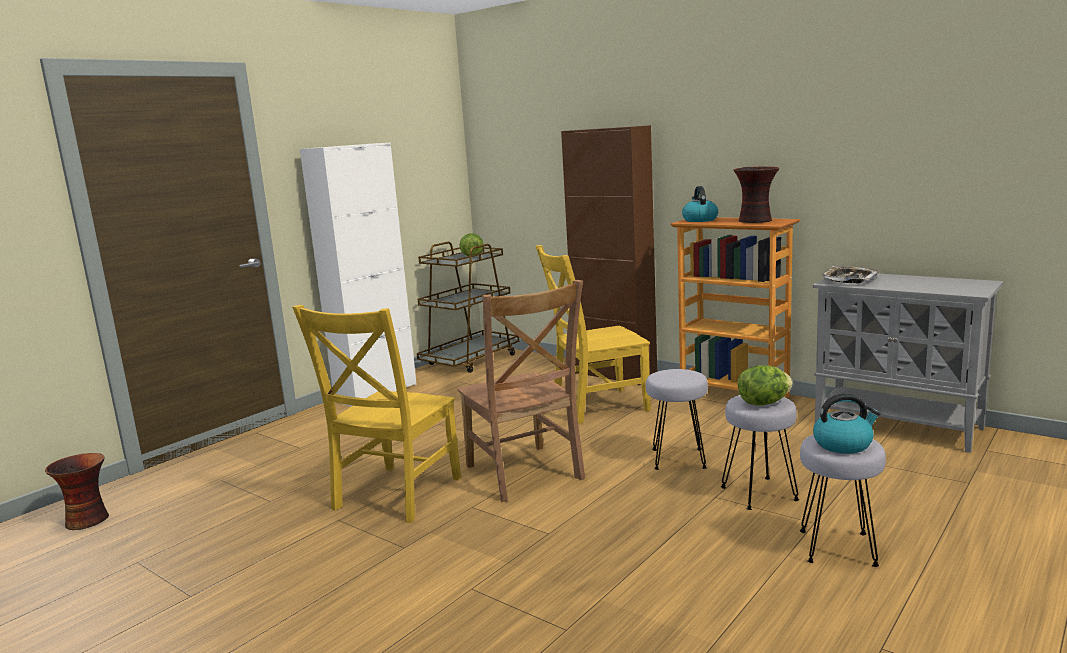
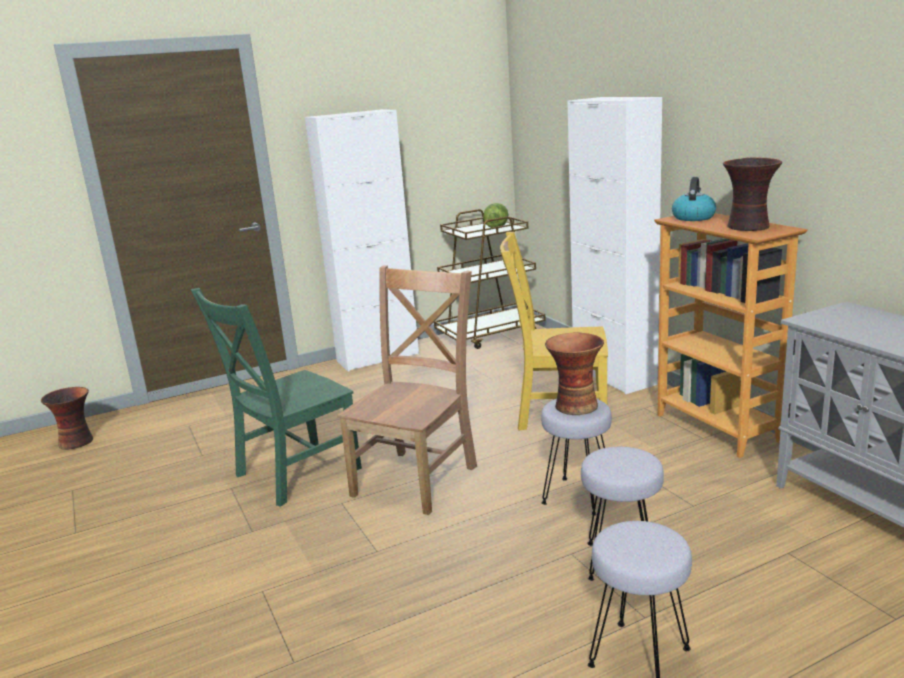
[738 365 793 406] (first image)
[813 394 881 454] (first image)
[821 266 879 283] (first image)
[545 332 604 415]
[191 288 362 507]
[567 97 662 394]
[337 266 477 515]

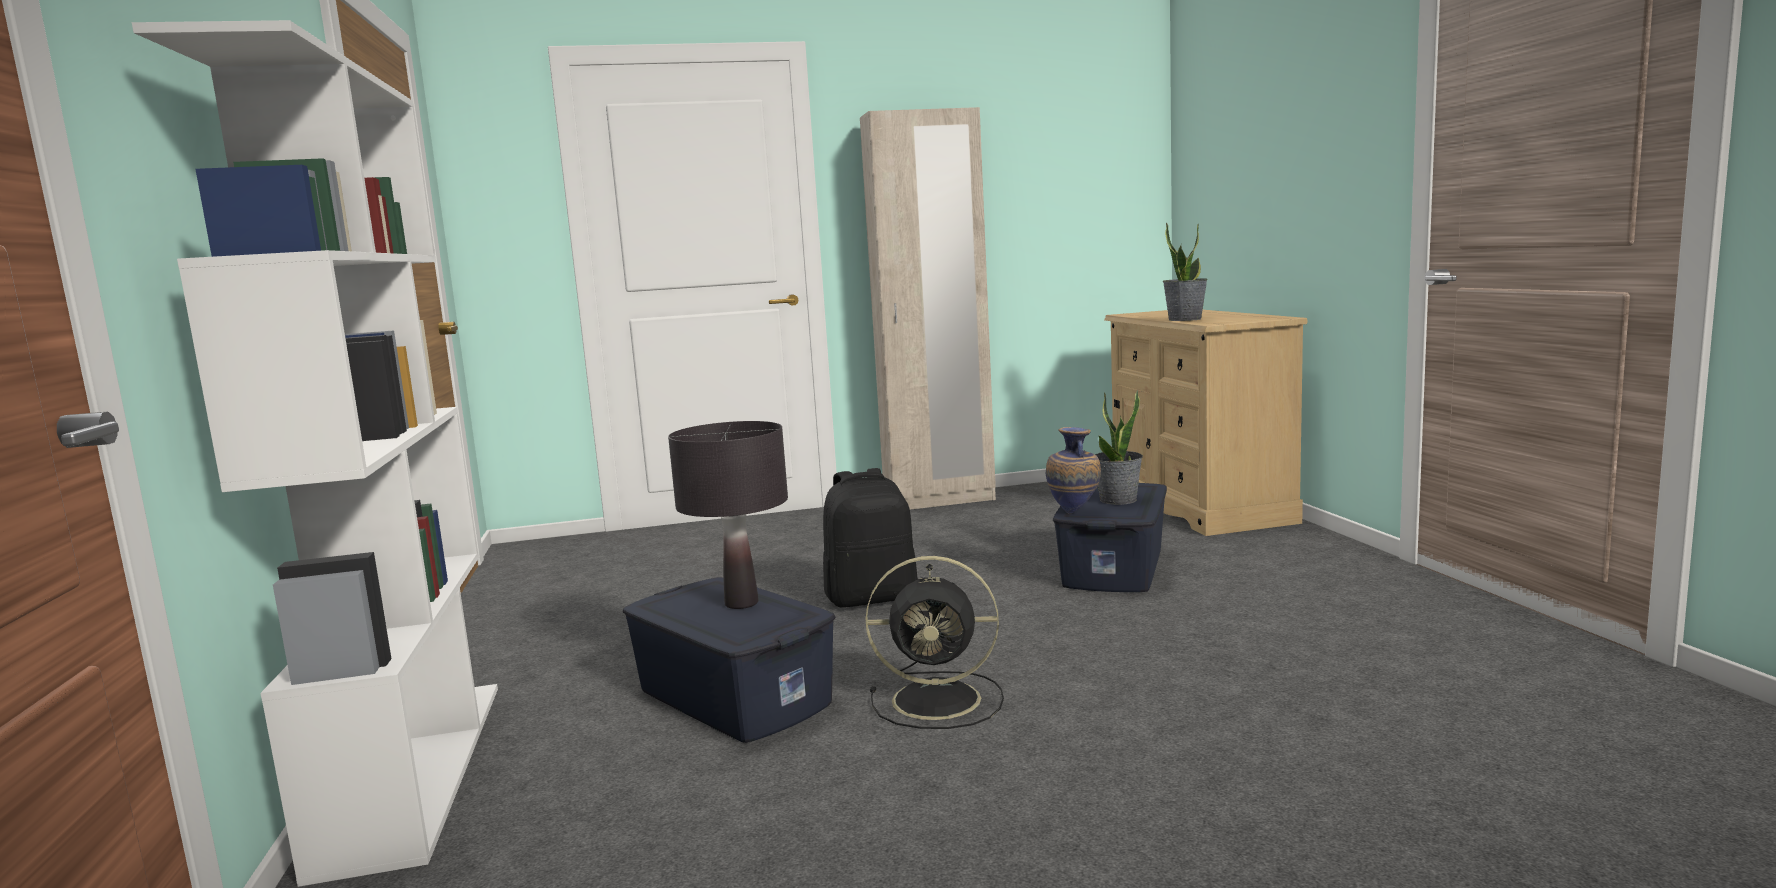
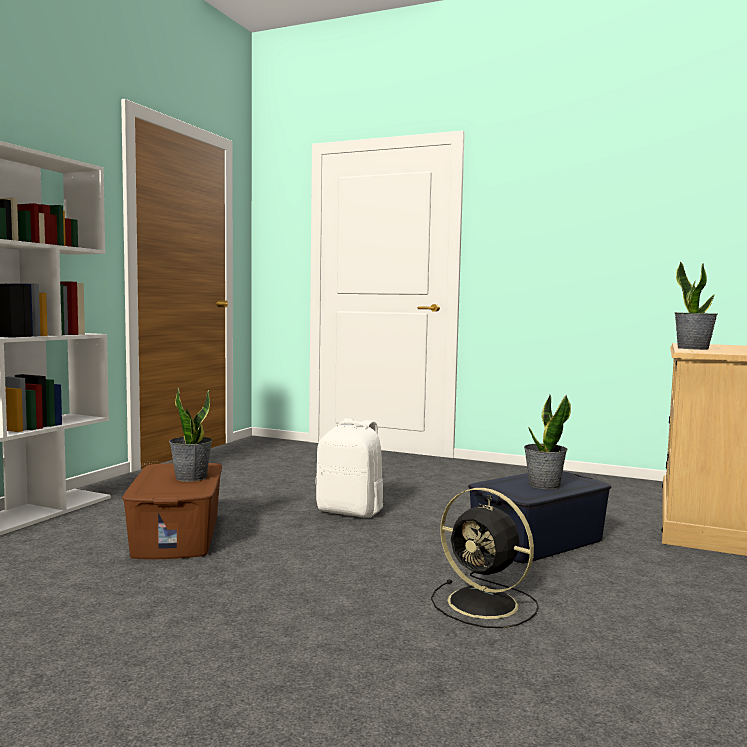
[860 107 996 510] (first image)
[1046 427 1101 513] (first image)
[431 488 539 628]
[169 388 212 482]
[122 463 222 559]
[315 418 383 518]

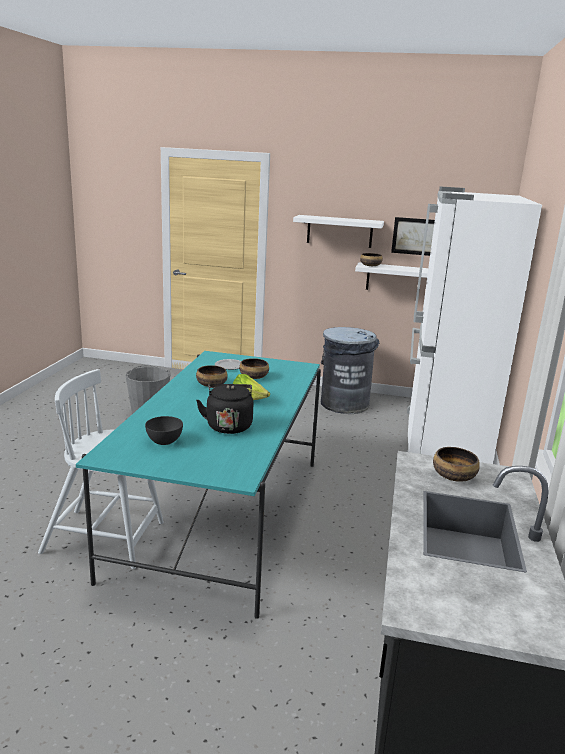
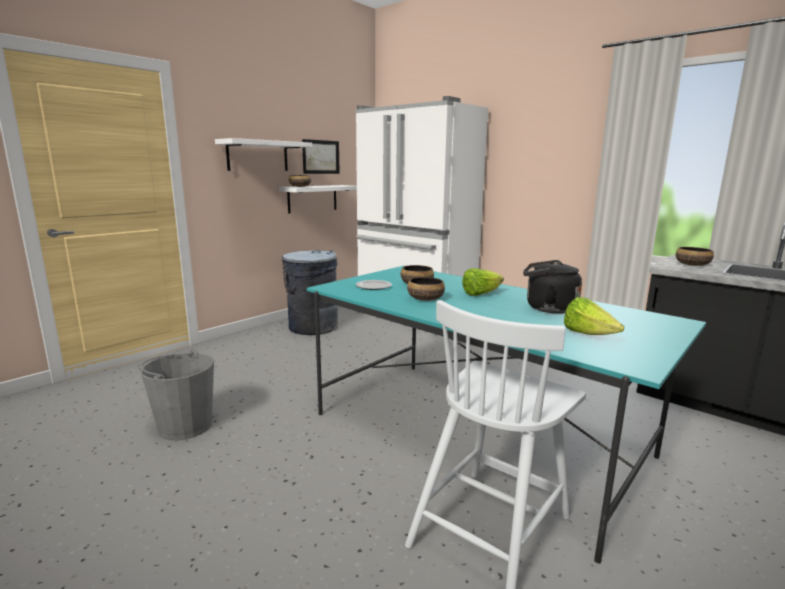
[564 297 624 335]

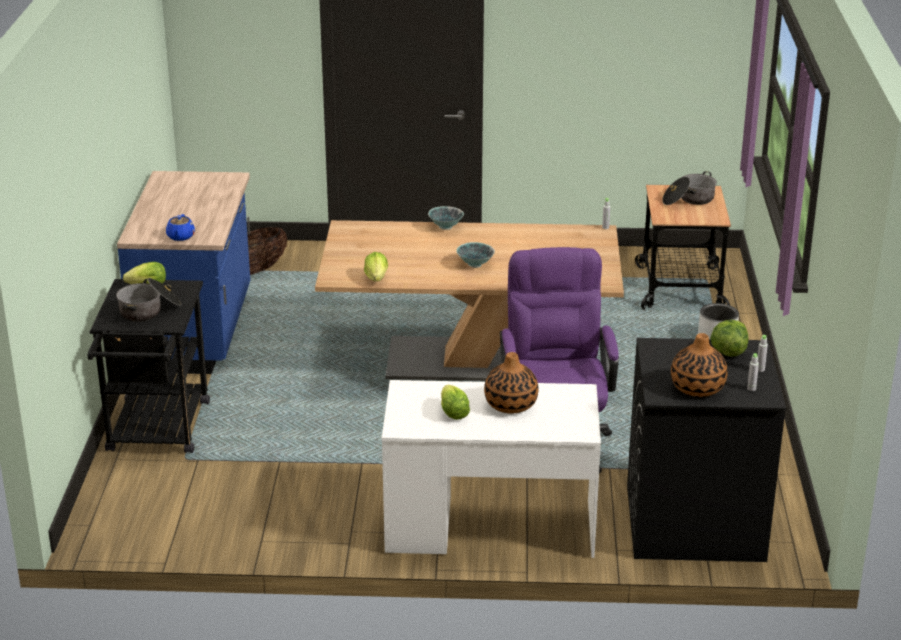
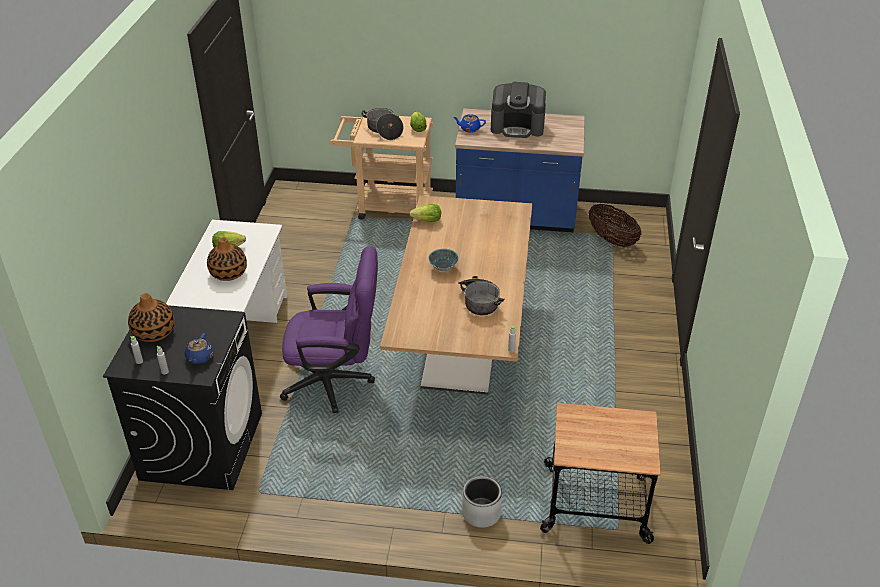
[428 206 464 230] (first image)
[491 82 546 138]
[458 276 504 315]
[185 333 214 364]
[330 114 433 220]

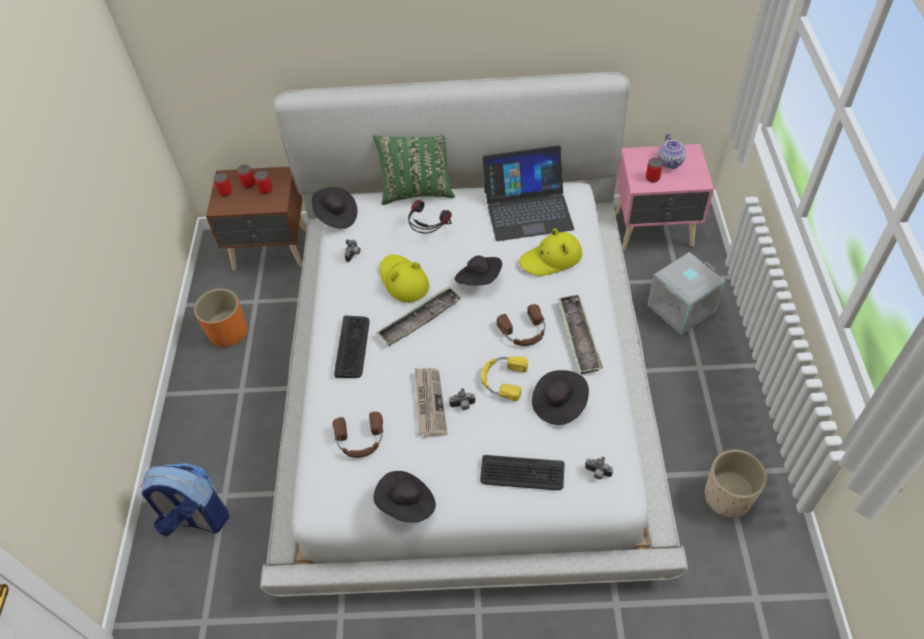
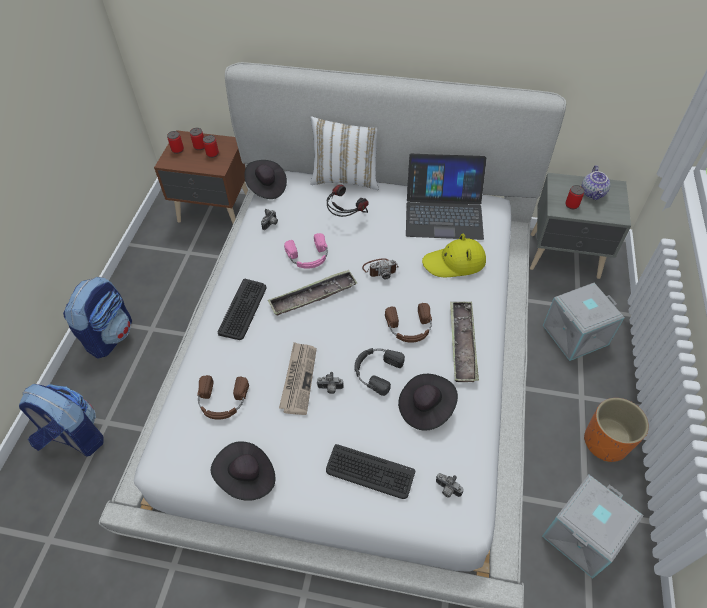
[63 277 132 358]
[584 398 649 462]
[284 233 328 269]
[362 258 399 280]
[542 474 644 579]
[310 116 379 190]
[355 348 405 396]
[530 173 631 279]

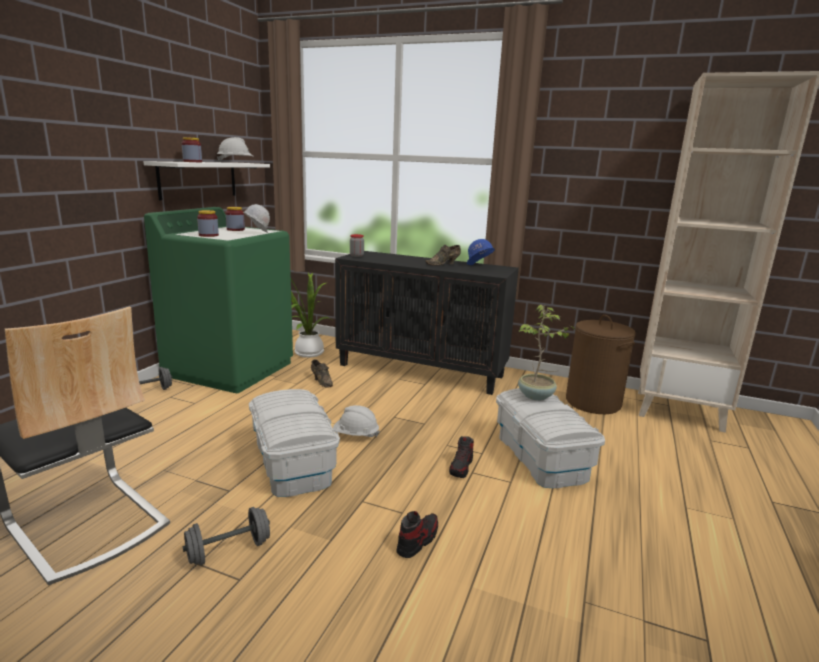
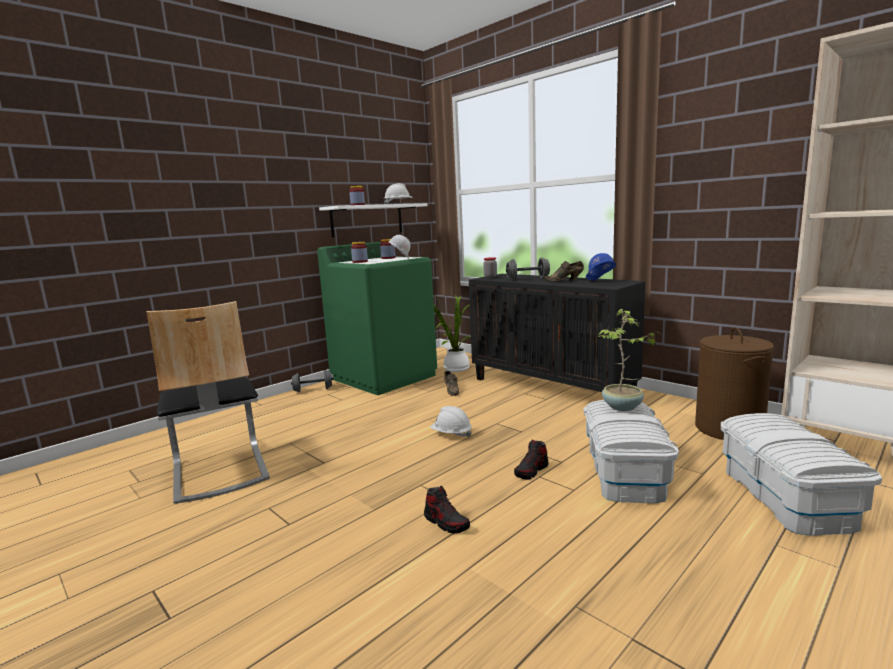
[506 258 550 280]
[721 413 882 536]
[424 486 470 533]

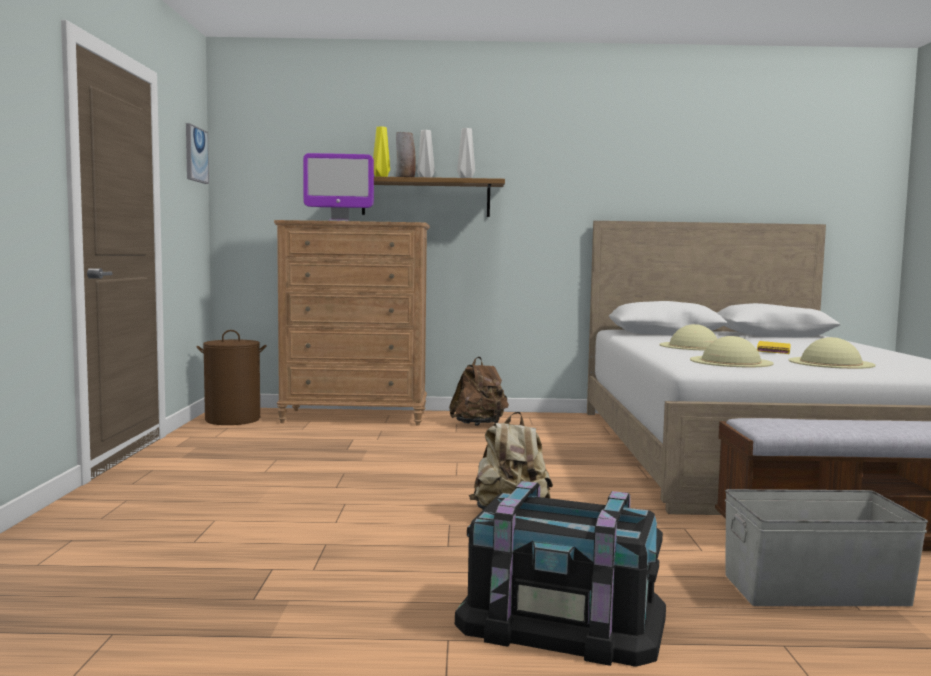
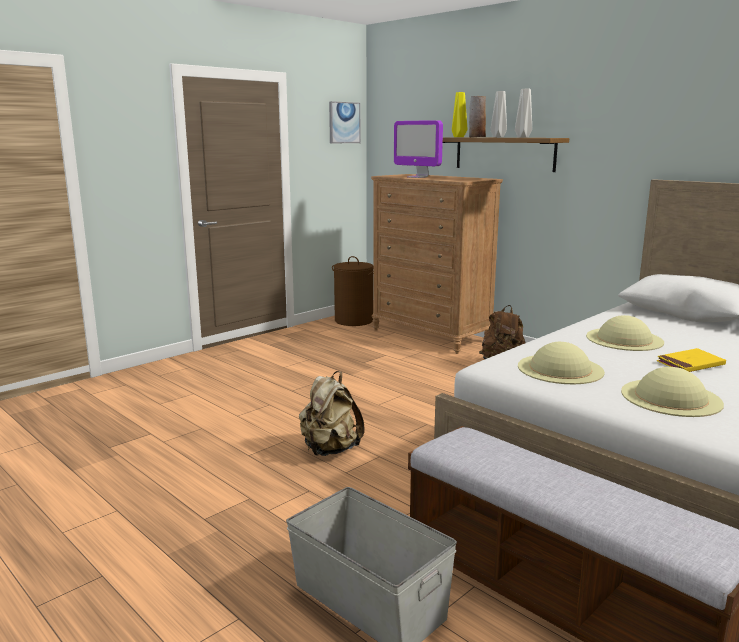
[455 481 666 667] (first image)

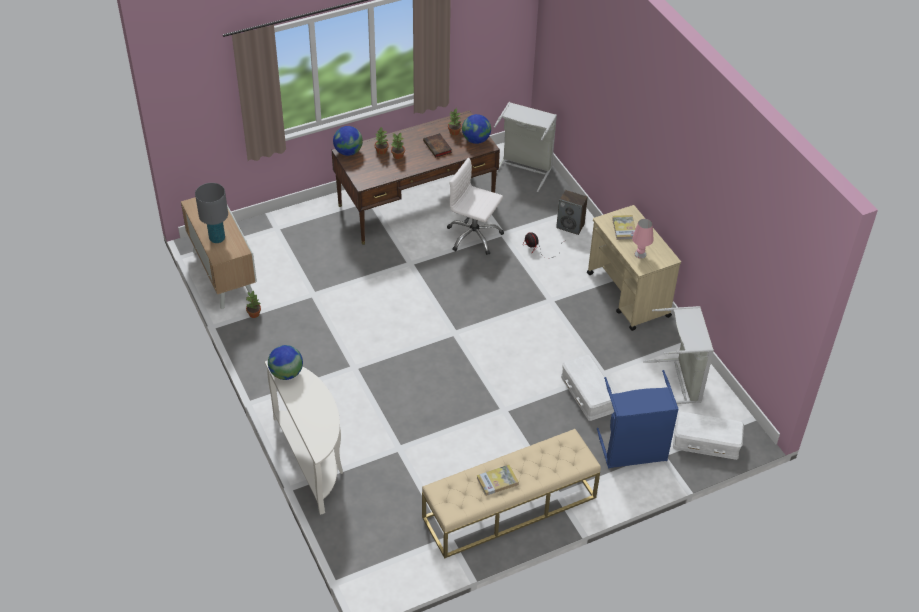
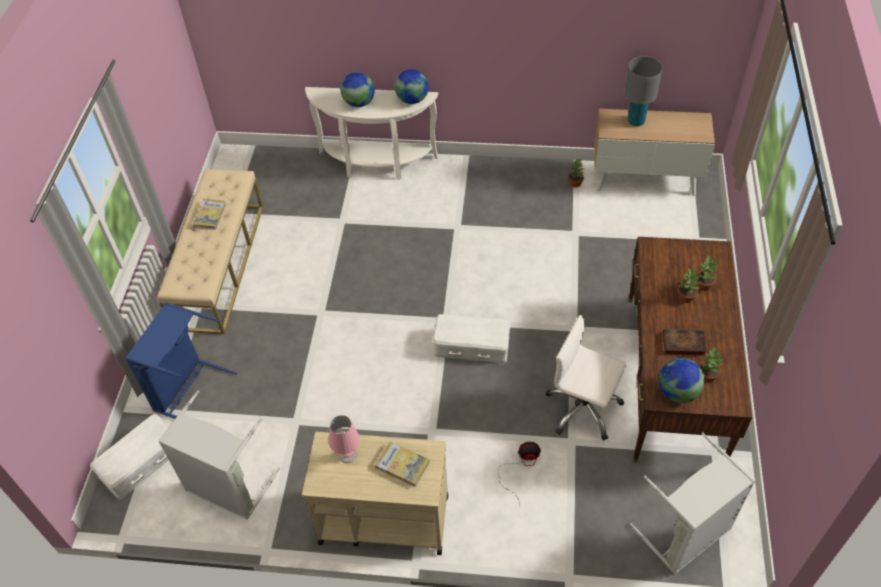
[556 190 588 235] (first image)
[340 72 375 107]
[433 314 511 363]
[546 315 627 440]

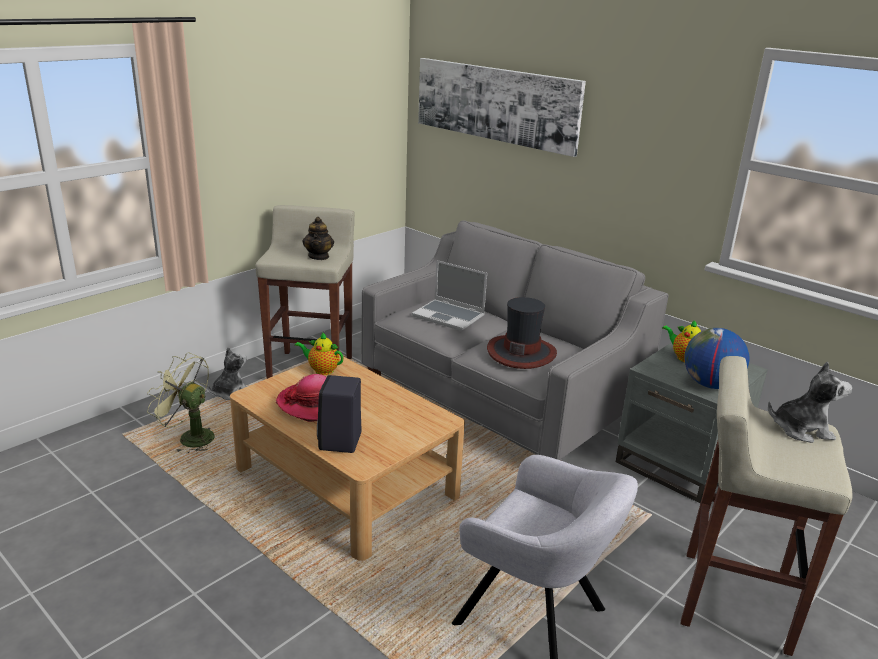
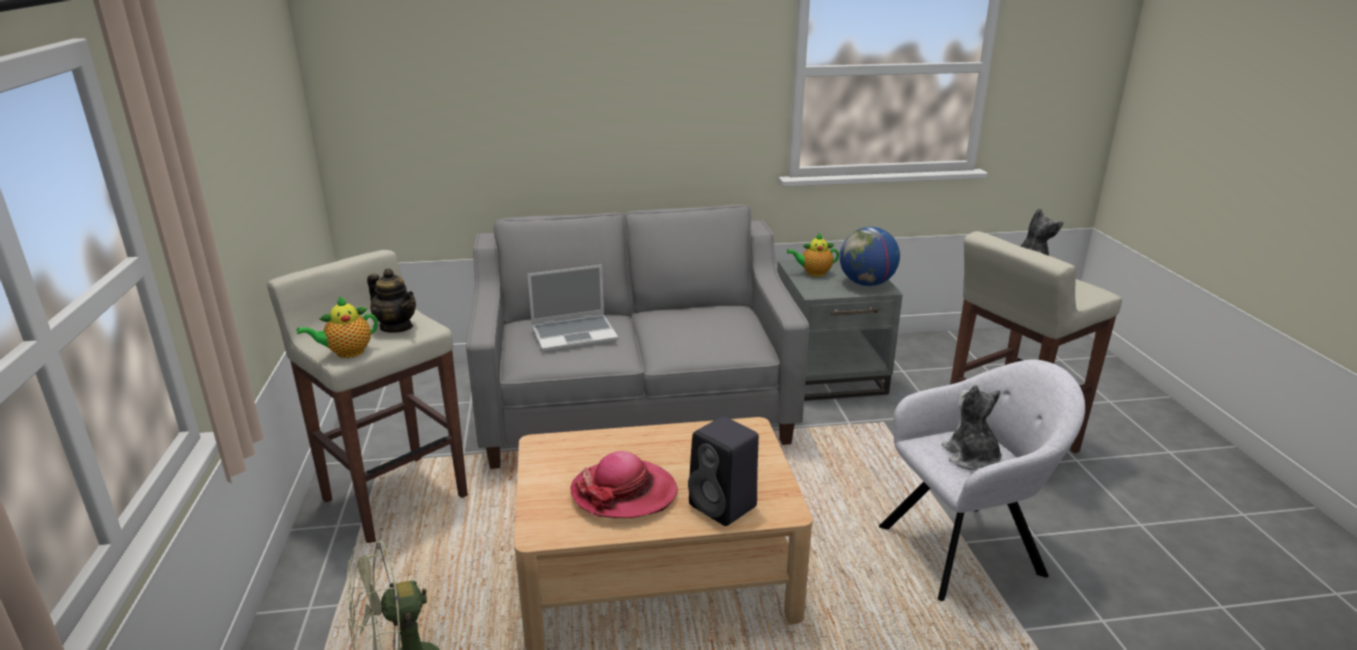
[418 58 586 157] (first image)
[487 297 557 369] (first image)
[942 385 1002 470]
[296 296 378 358]

